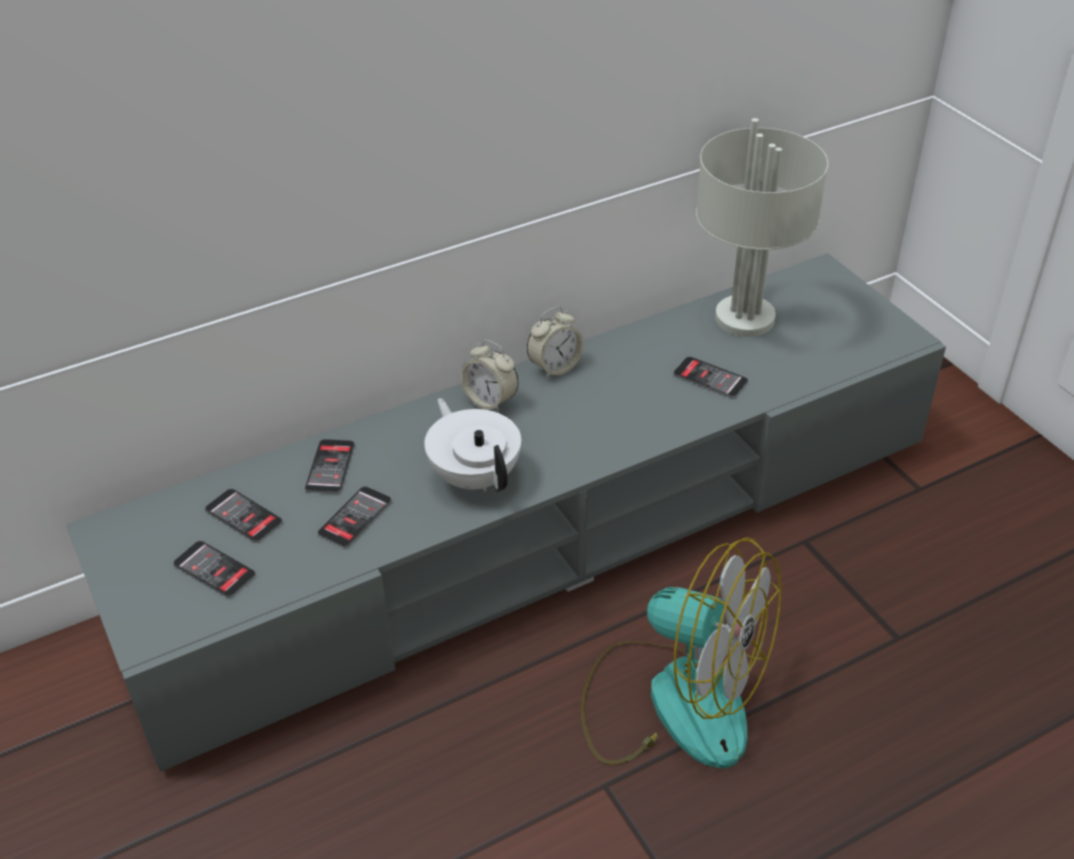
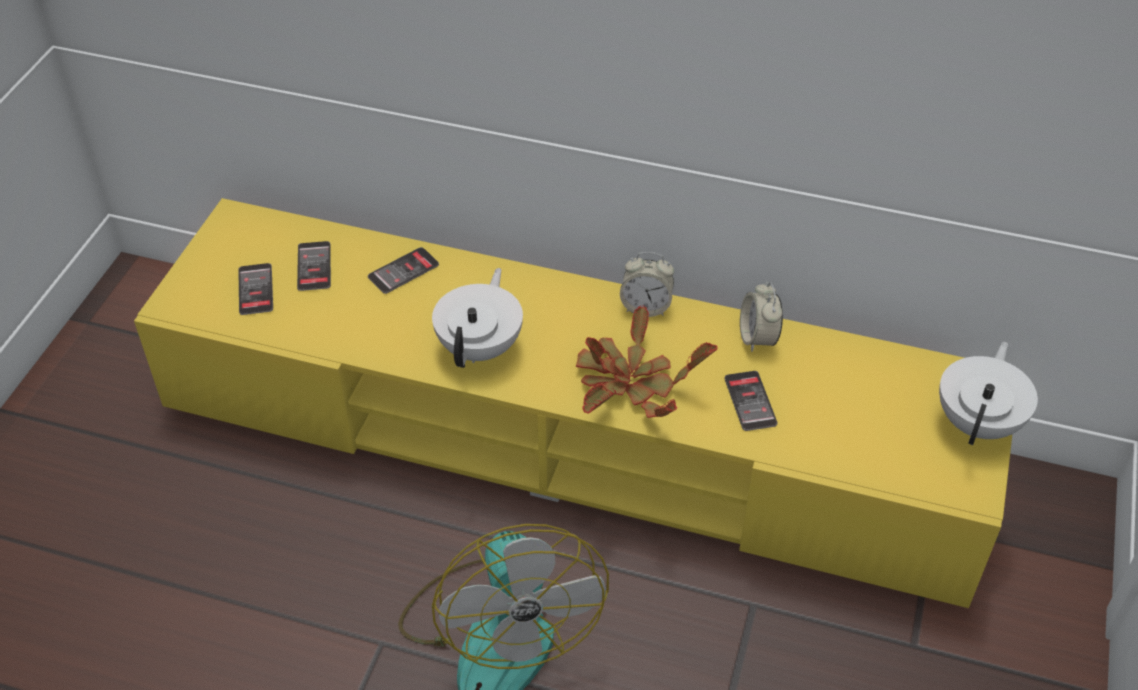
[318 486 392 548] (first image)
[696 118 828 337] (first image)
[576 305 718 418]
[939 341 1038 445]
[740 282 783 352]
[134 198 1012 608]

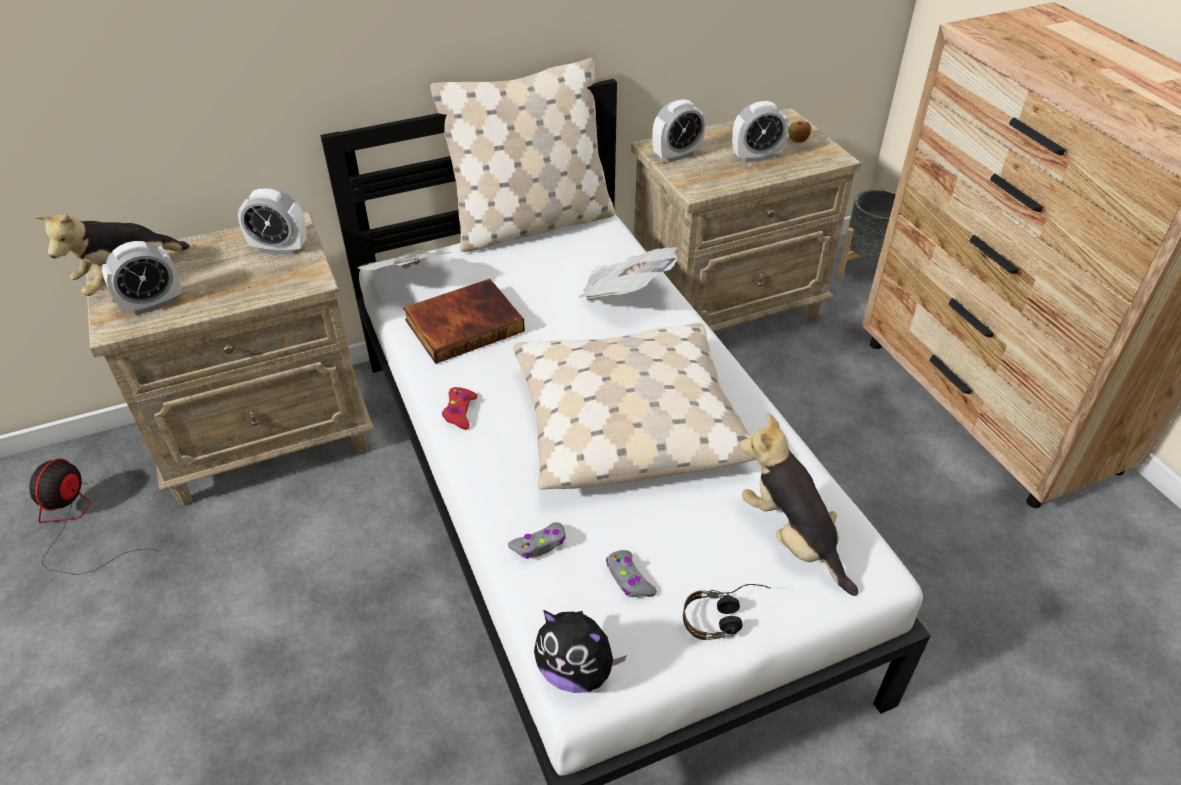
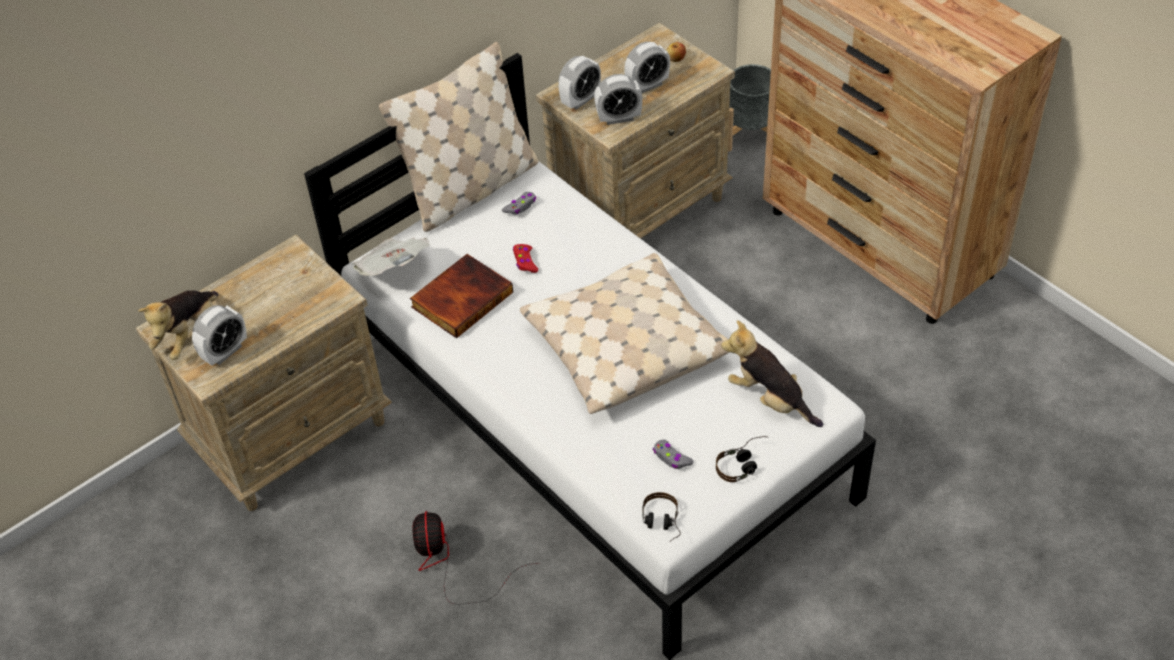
[579 247 677 298] (first image)
[412 511 537 605]
[594 74 643 125]
[513 244 538 273]
[502 192 536 214]
[642 492 681 542]

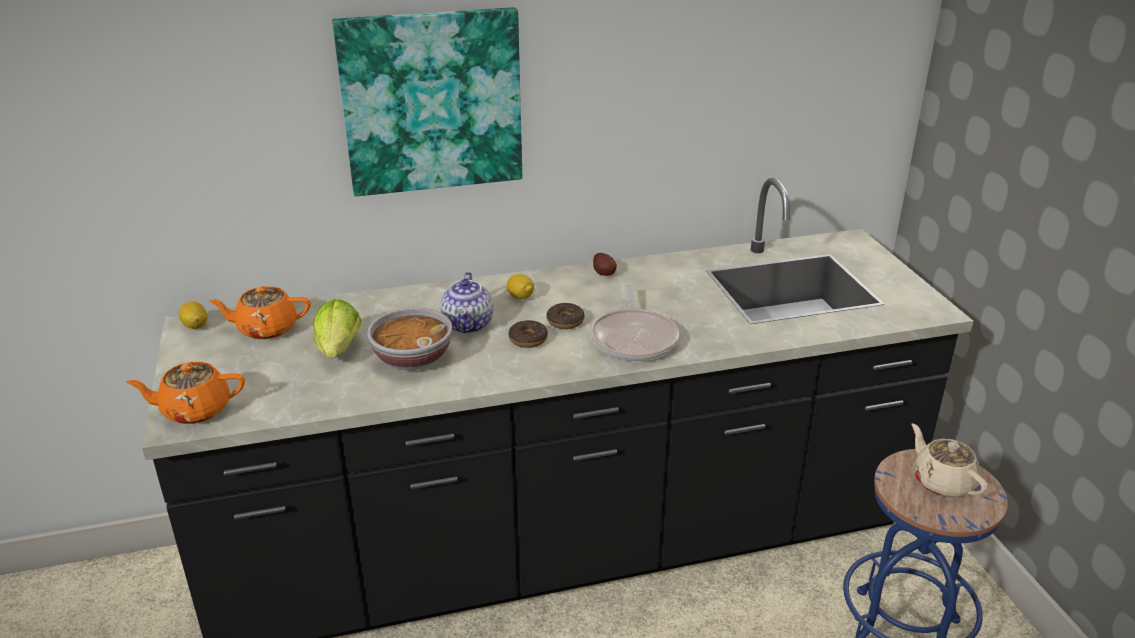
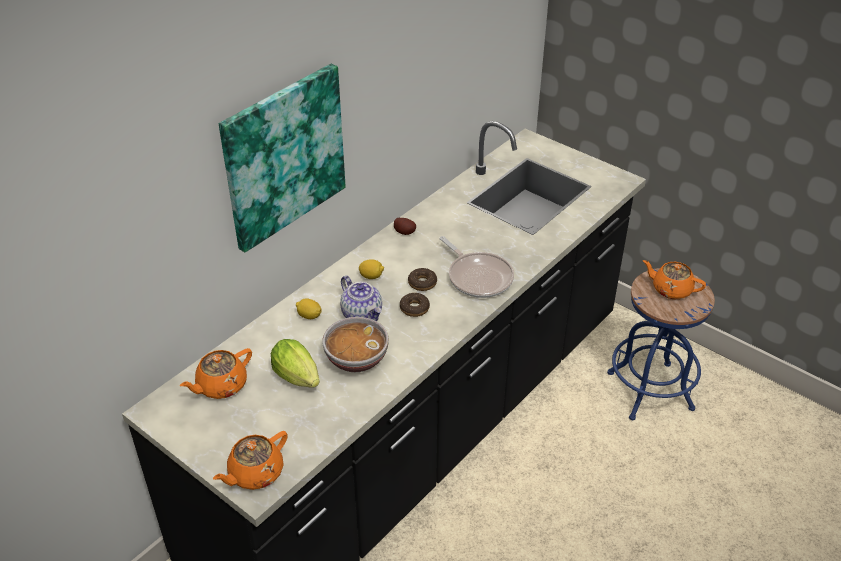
[296 298 322 319]
[643 260 706 300]

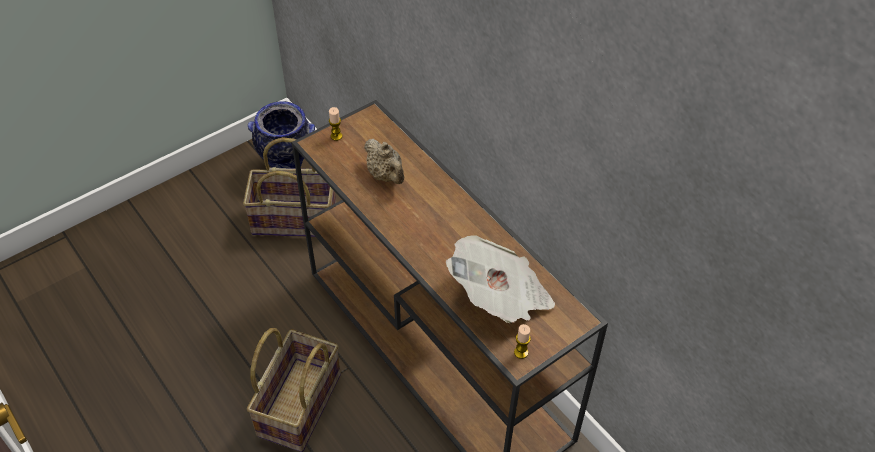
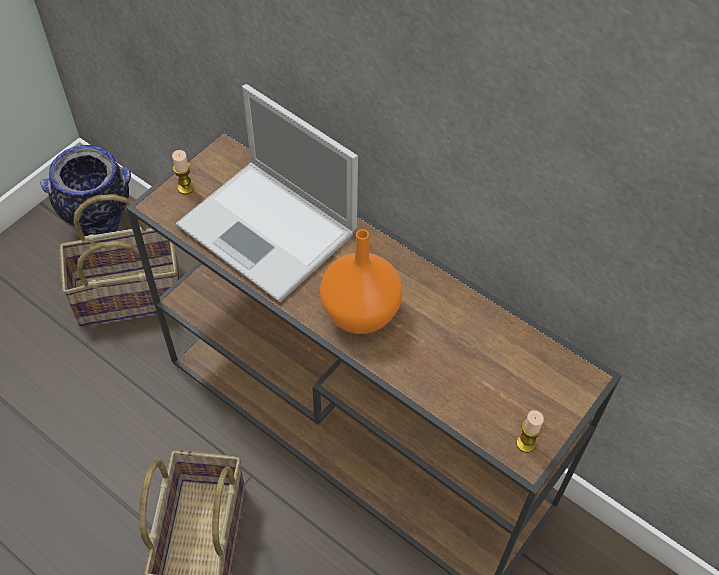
[446 235 555 323] (first image)
[320 229 402 334]
[176 84 358 302]

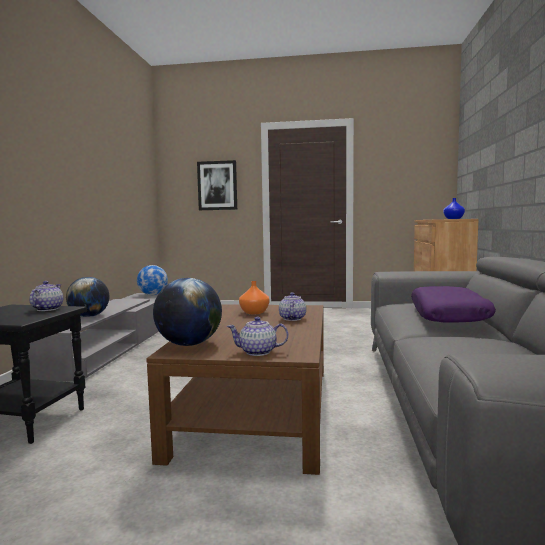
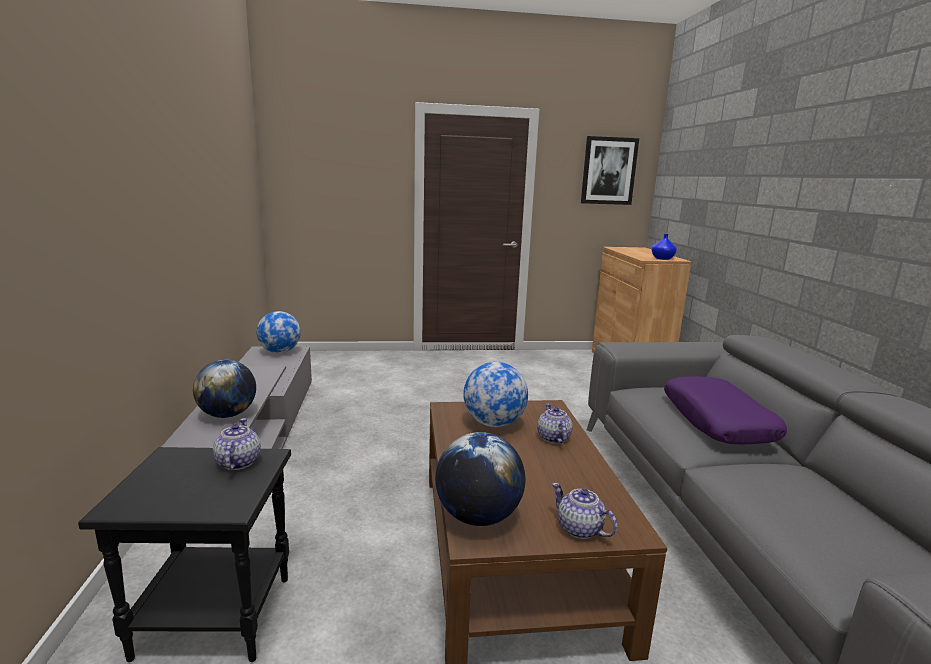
[581 136 639 205]
[463 362 528 427]
[552 483 617 539]

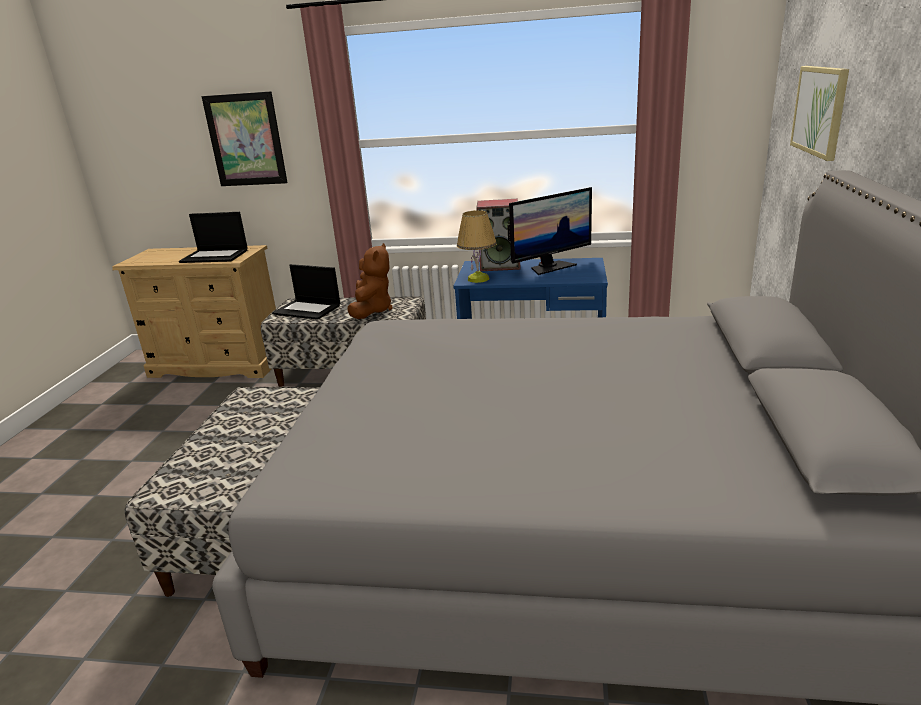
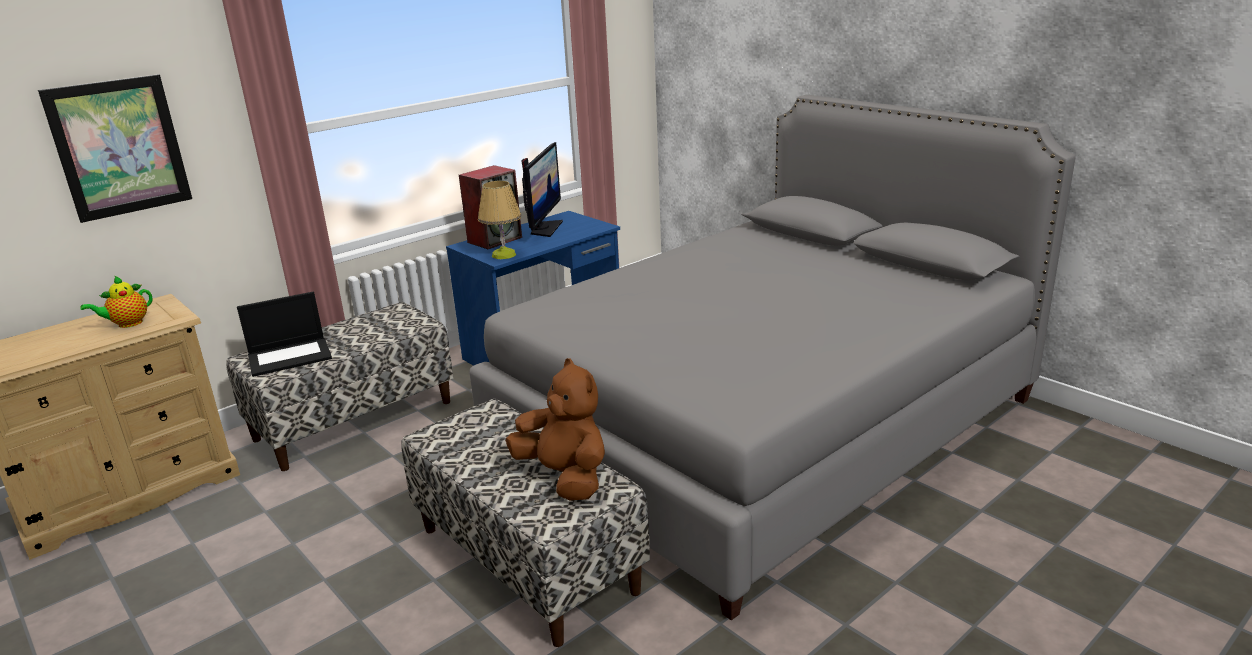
[790 66 849 161] (first image)
[505 358 605 500]
[80 276 152 328]

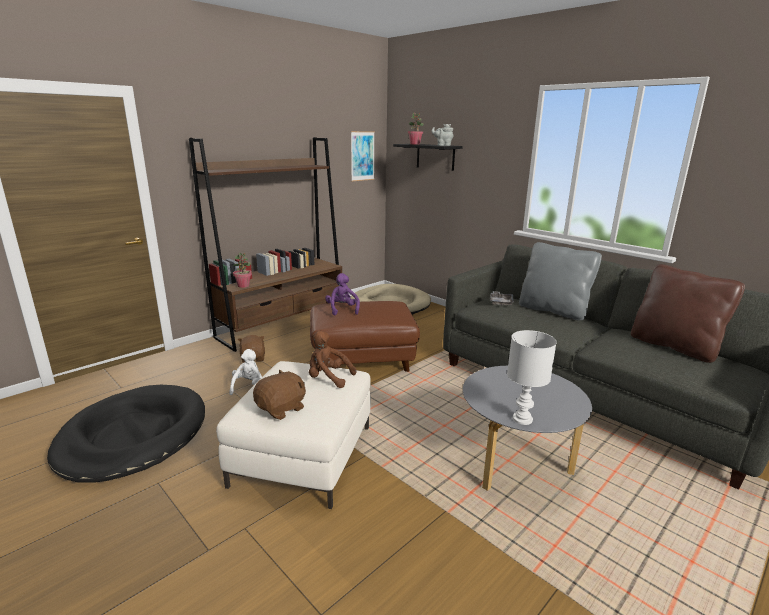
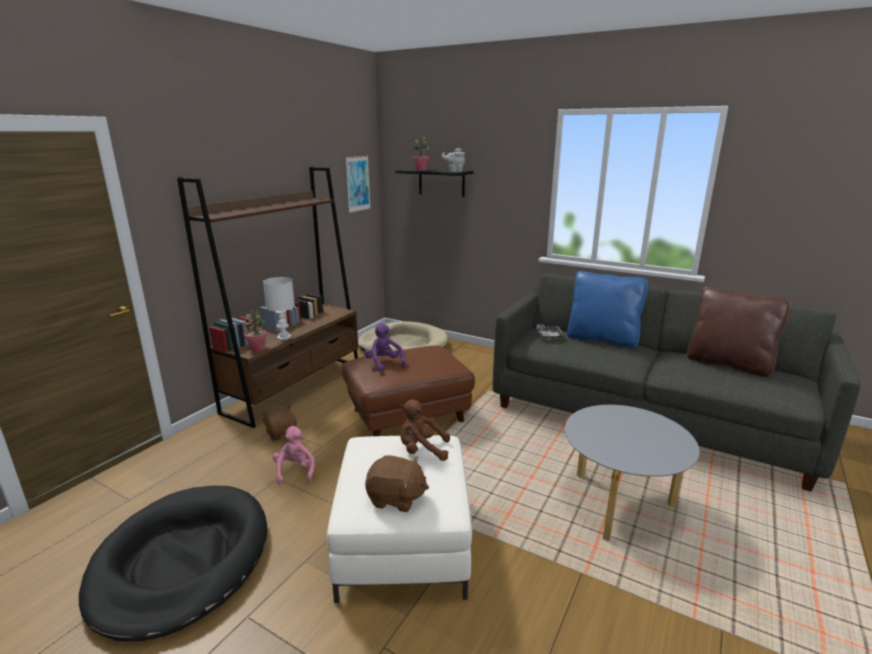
[263 277 295 340]
[273 426 315 484]
[567 271 648 348]
[365 455 429 512]

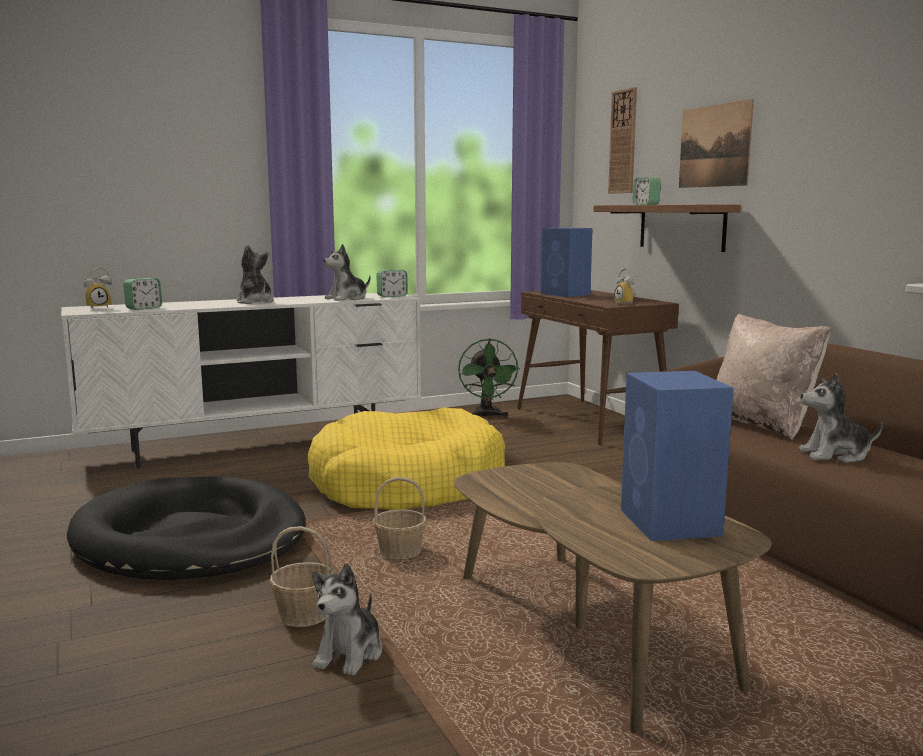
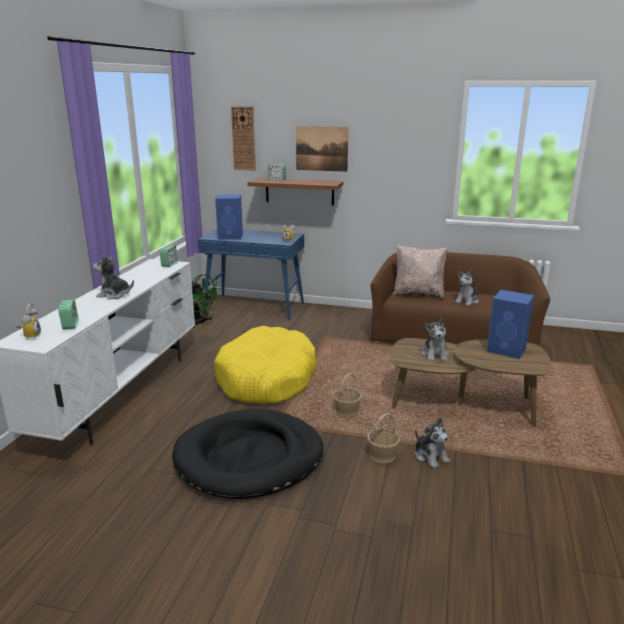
[422 318 448 361]
[198 229 304 321]

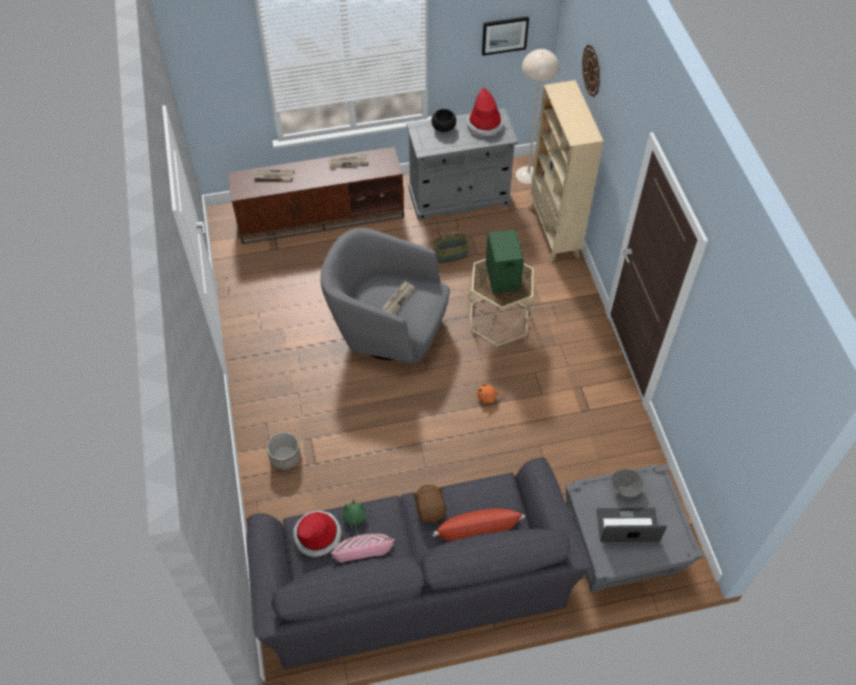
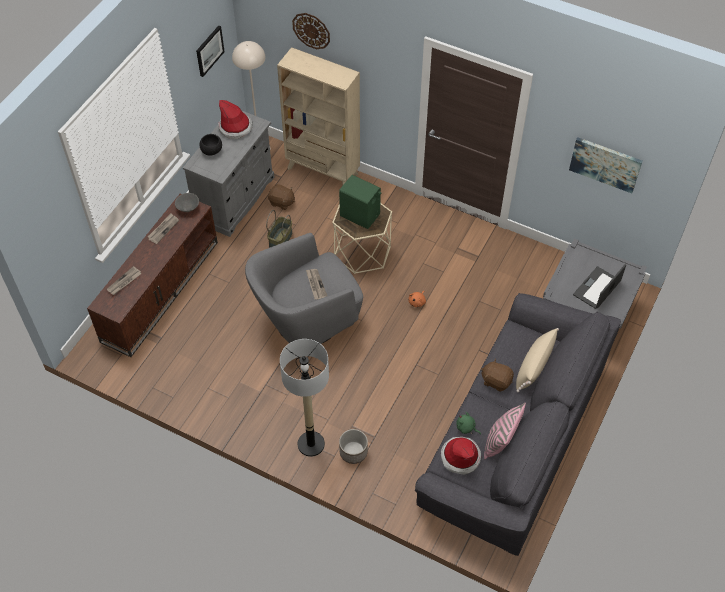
[268 184 295 210]
[280 339 329 457]
[569 137 642 193]
[175 193 199 212]
[516 328 559 392]

